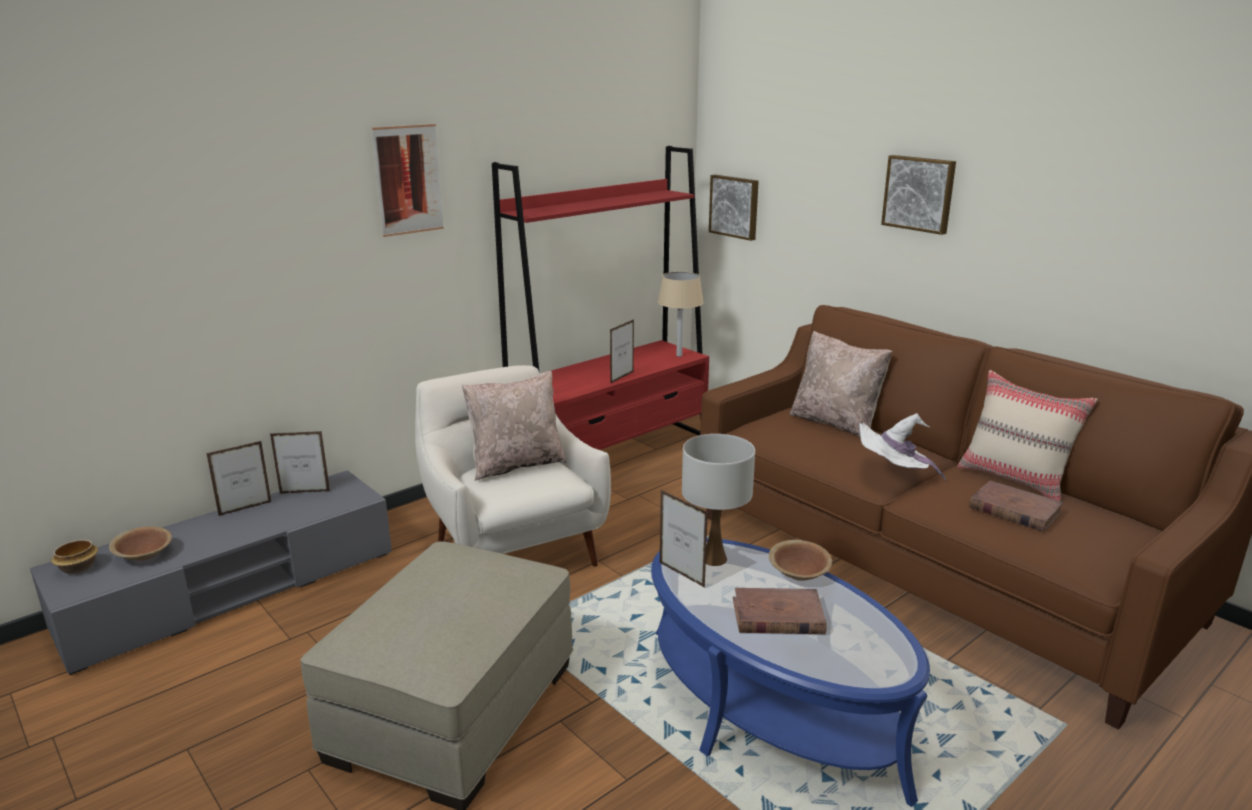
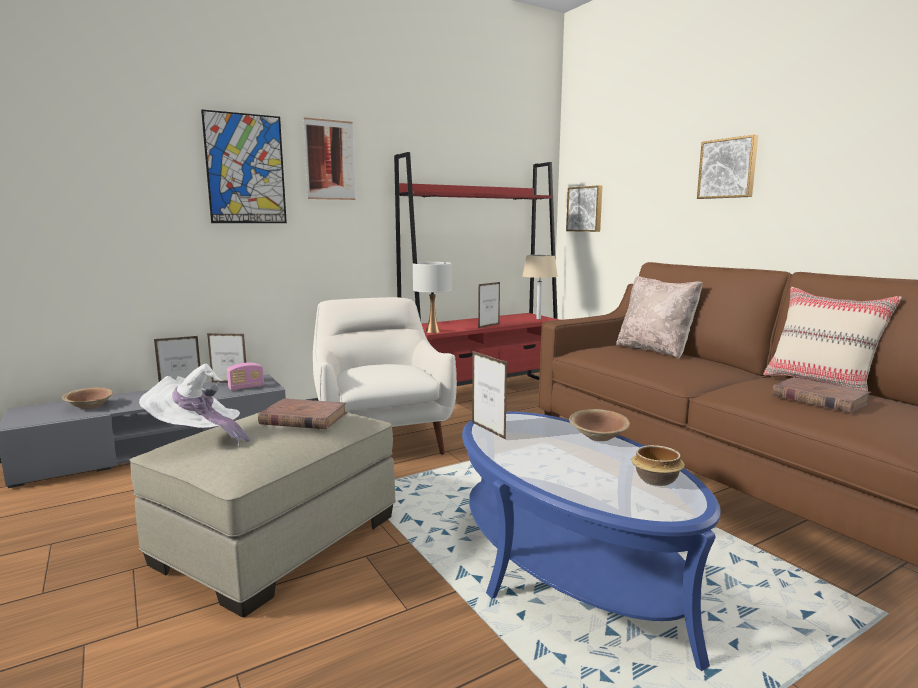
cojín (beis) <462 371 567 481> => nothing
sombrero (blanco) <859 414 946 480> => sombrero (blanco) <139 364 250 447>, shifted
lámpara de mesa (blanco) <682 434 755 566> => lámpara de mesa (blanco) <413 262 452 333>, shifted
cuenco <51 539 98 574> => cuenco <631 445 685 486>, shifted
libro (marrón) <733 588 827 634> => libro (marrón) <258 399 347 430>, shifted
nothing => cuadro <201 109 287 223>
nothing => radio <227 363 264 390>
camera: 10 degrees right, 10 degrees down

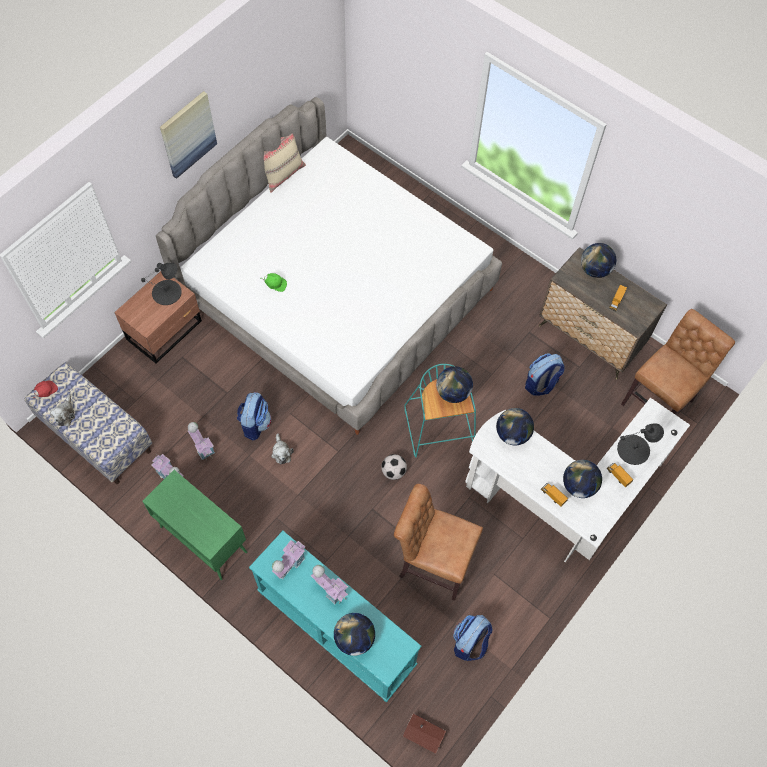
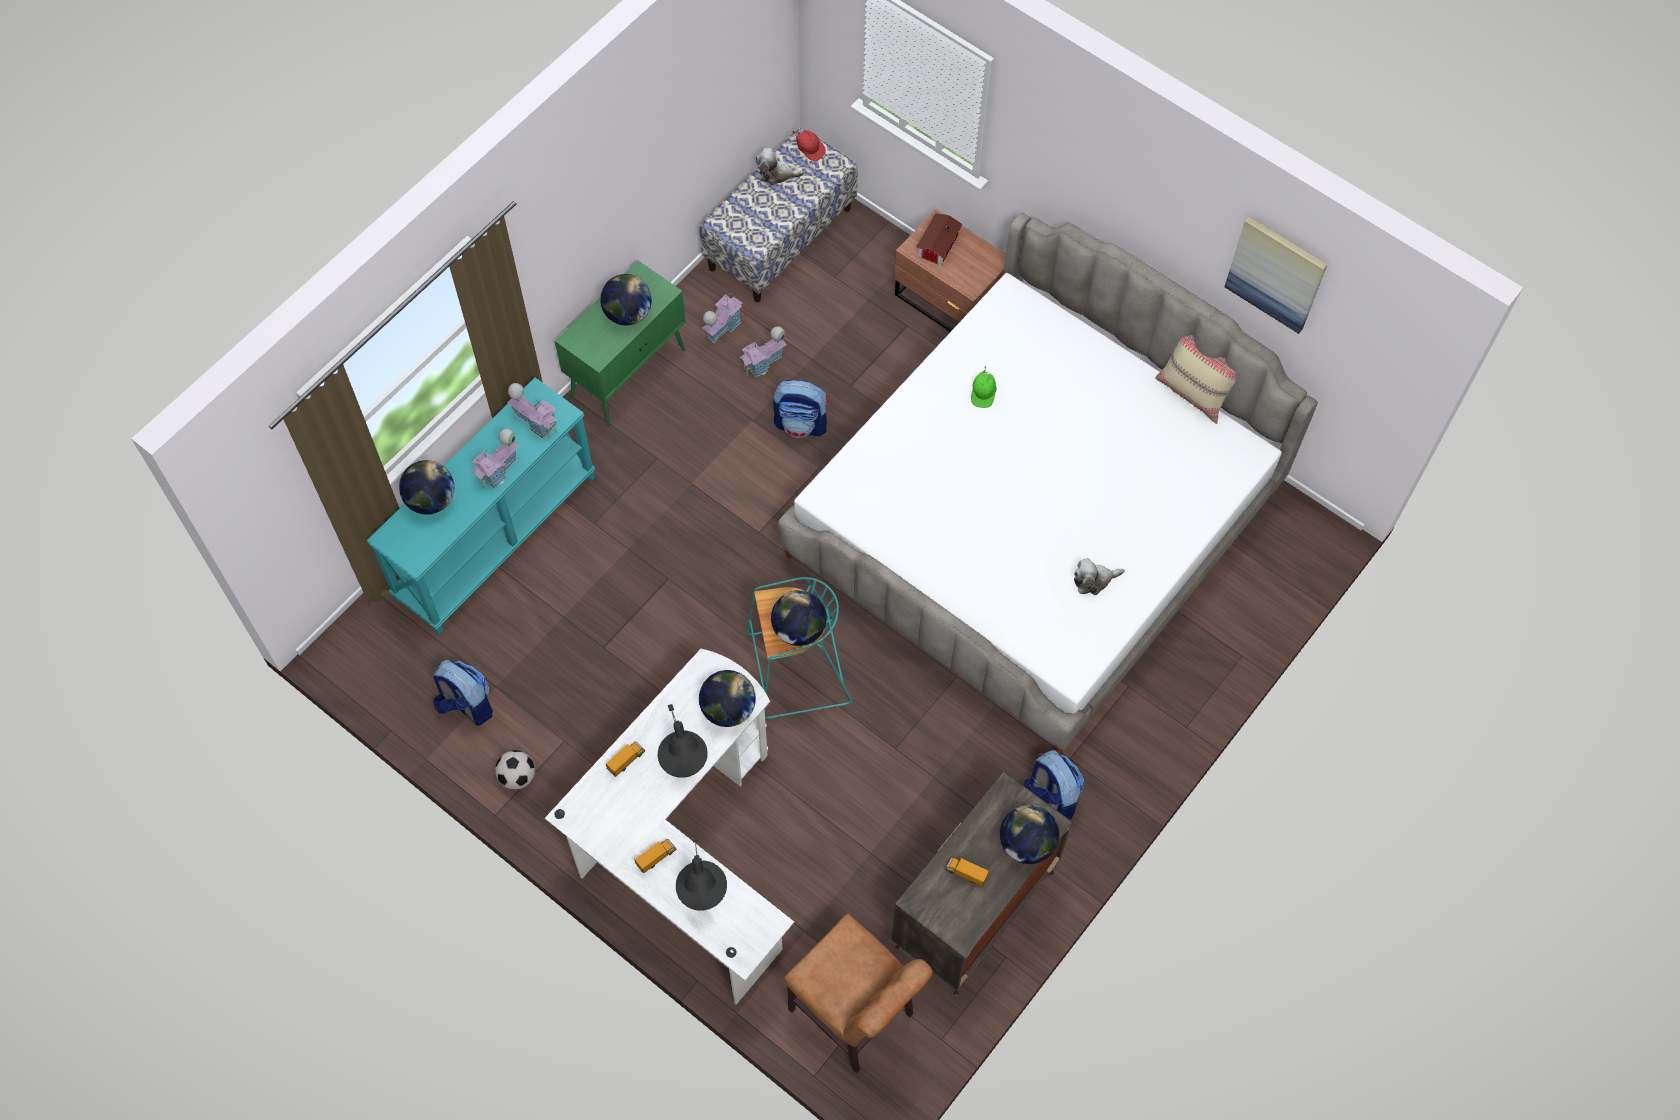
cuadro <160 91 217 179> => cuadro <1224 216 1327 334>, shifted
lámpara de mesa (negro) <141 263 182 305> => lámpara de mesa (negro) <658 704 708 778>, shifted
mochila <525 353 565 396> => mochila <1024 750 1085 820>, shifted
peluche <271 433 294 465> => peluche <1074 558 1125 595>, shifted
balón de fútbol <381 454 407 480> => balón de fútbol <495 750 535 790>, shifted
globo terráqueo <563 460 602 498> => globo terráqueo <600 274 652 325>, shifted
silla (marrón) <394 484 483 601> => nothing
casita <403 714 446 754> => casita <916 213 963 266>, shifted
camera: 90 degrees right, 0 degrees up

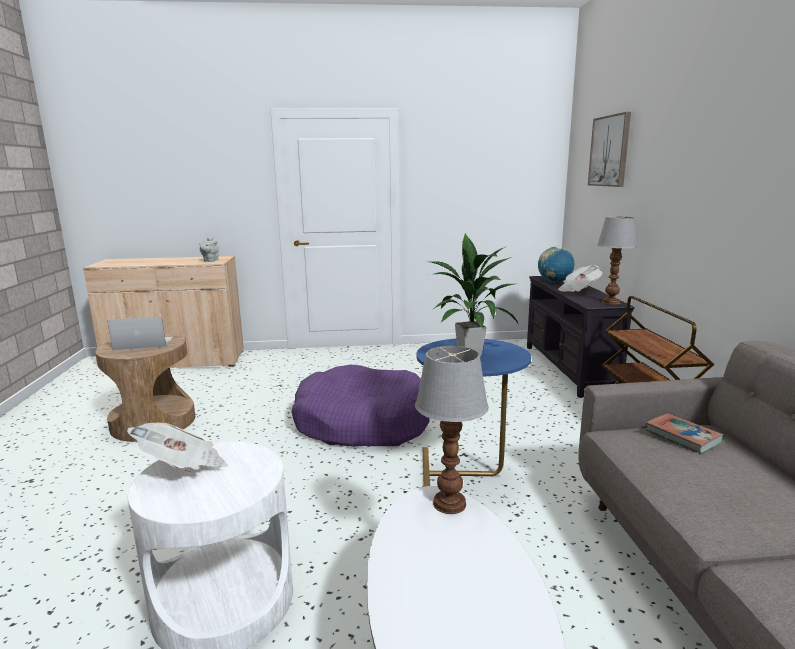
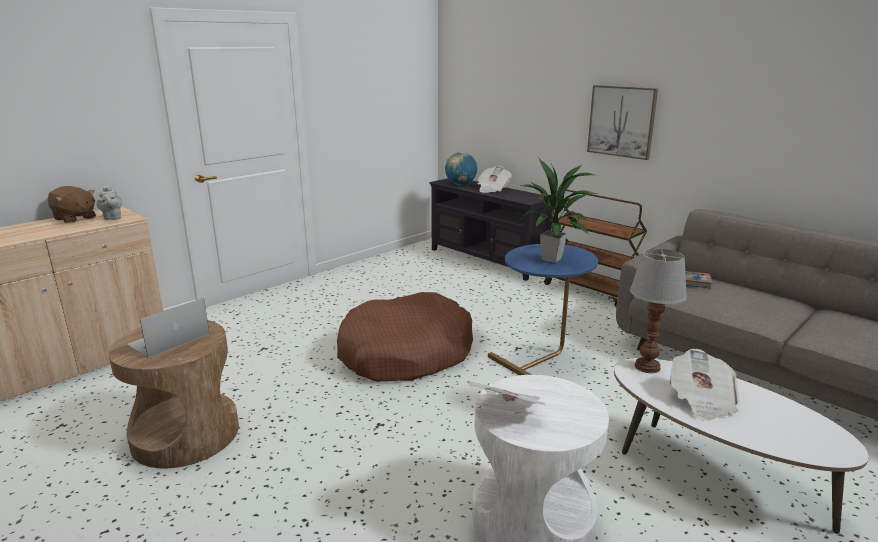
cuadro <588 112 631 187> => cuadro <587 85 658 160>, shifted
lámpara de mesa <597 216 637 305> => nothing
cama para perro (morado) <291 365 429 447> => cama para perro (marrón) <337 292 473 382>
nothing => peluche (marrón) <48 186 96 223>
nothing => periódico <669 349 739 421>
camera: 40 degrees left, 5 degrees up

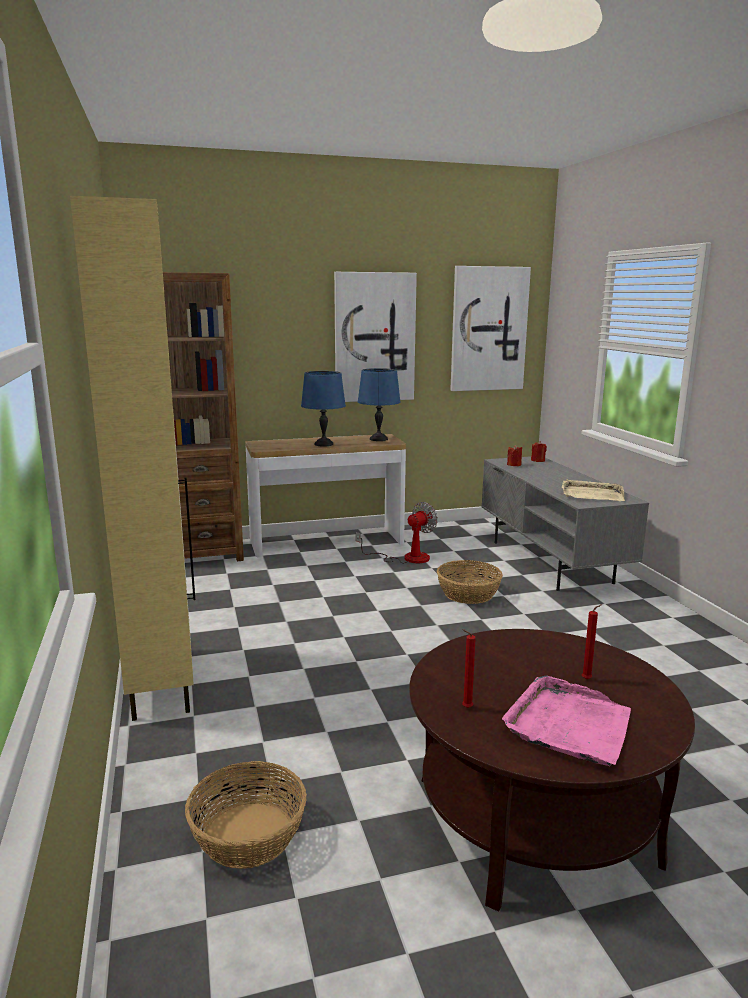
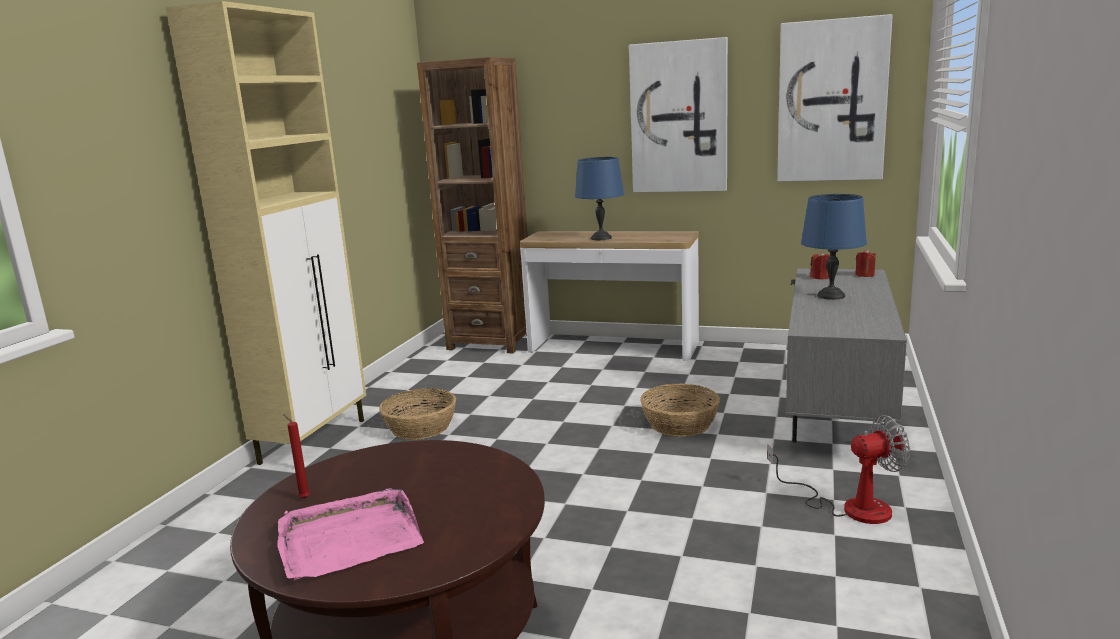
lámpara de mesa (azul) <358 368 401 441> => lámpara de mesa (azul) <801 194 867 300>, shifted
bandeja (beis) <562 479 625 501> => nothing
ventilador <356 502 438 563> => ventilador <767 415 910 524>, shifted
vela (rojo) <582 604 602 680> => nothing
cesta <185 761 307 869> => cesta <379 388 456 440>, shifted
camera: 35 degrees right, 0 degrees up

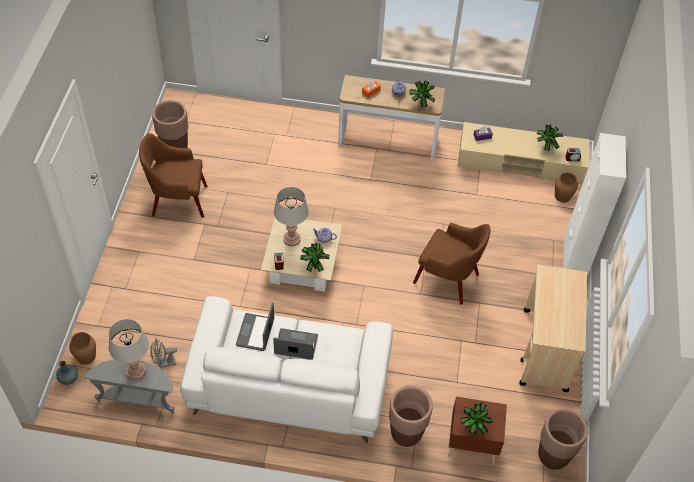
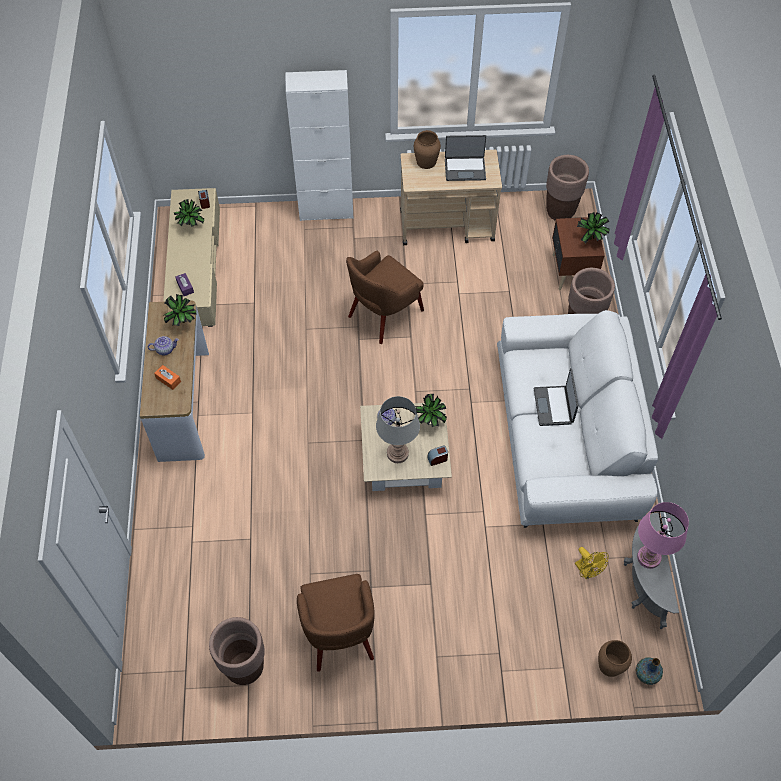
florero (marrón) <555 172 578 203> => florero (marrón) <414 130 441 169>, shifted
sillón (marrón) <413 223 490 305> => sillón (marrón) <346 251 424 344>, 150 degrees counterclockwise
portátil <236 303 274 351> => portátil <445 135 486 181>, shifted
lámpara de mesa (gris) <109 319 149 380> => lámpara de mesa (rosa) <637 502 689 569>
ventilador (gris) <150 338 177 368> => ventilador (amarillo) <575 547 609 579>
camera: 100 degrees left, 5 degrees up

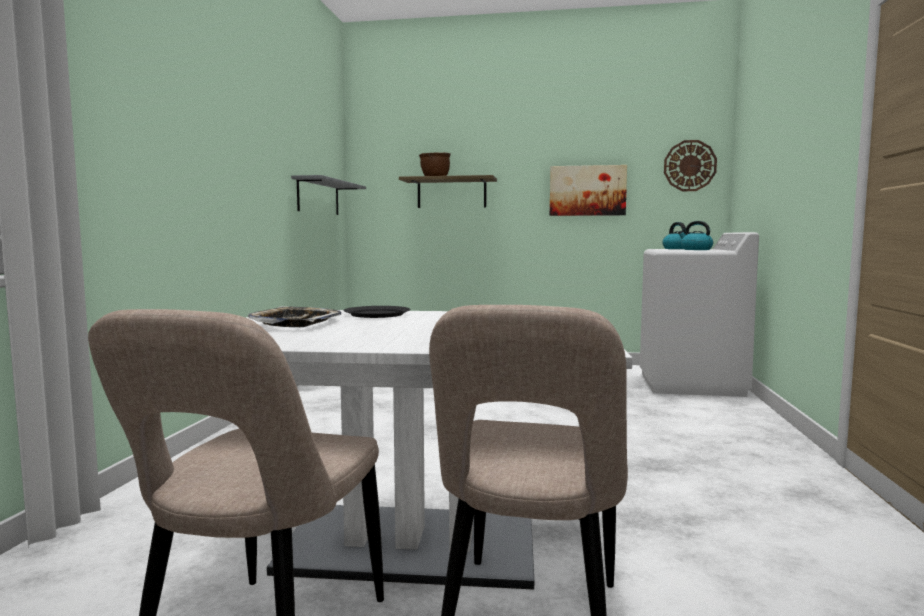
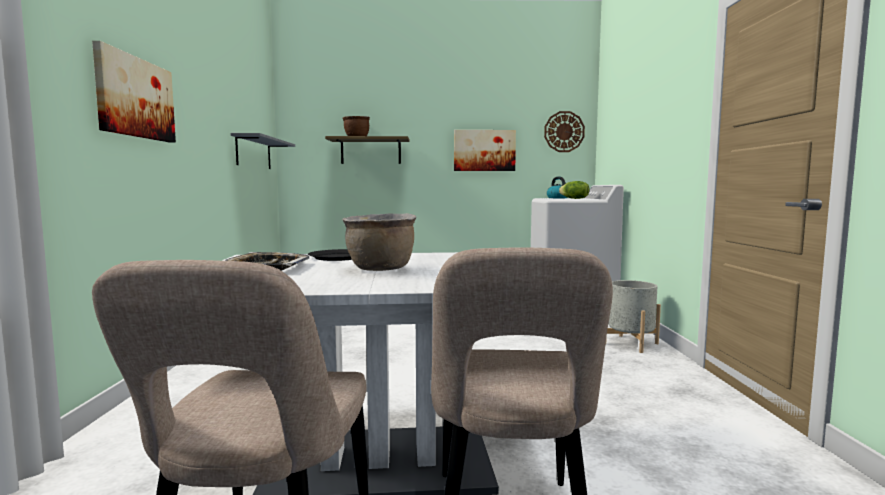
hervidor <678 221 713 250> => lechuga <559 181 590 199>
nothing => cuadro <92 41 176 143>
nothing => olla (marrón) <342 213 416 271>
nothing => maceta (gris) <606 280 661 353>
camera: 10 degrees left, 0 degrees up

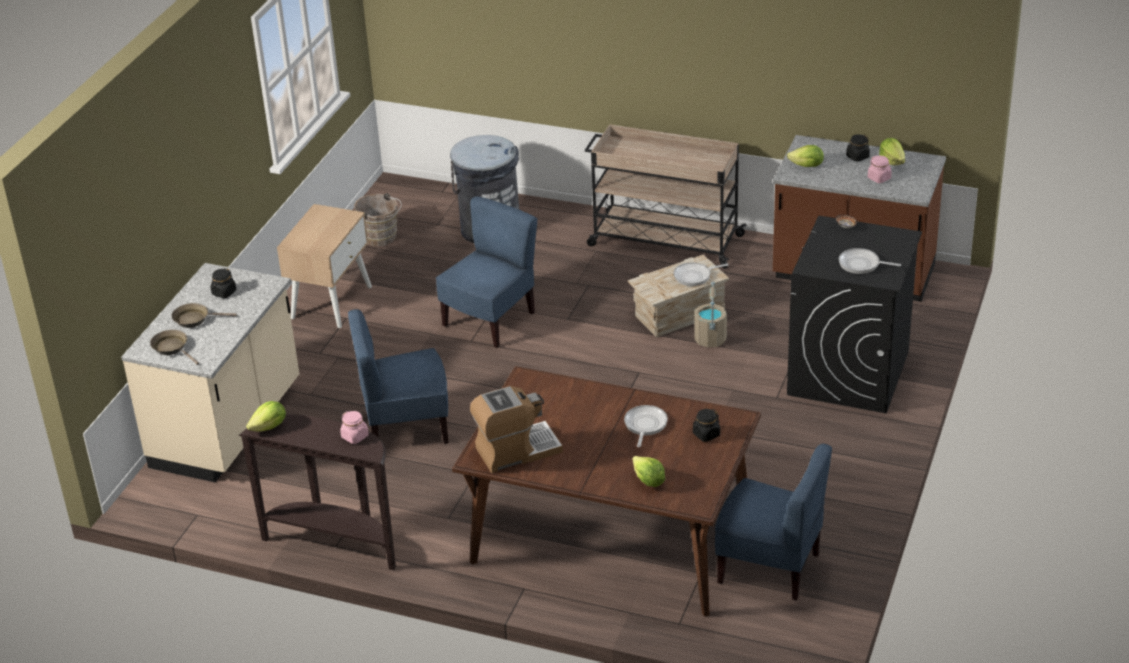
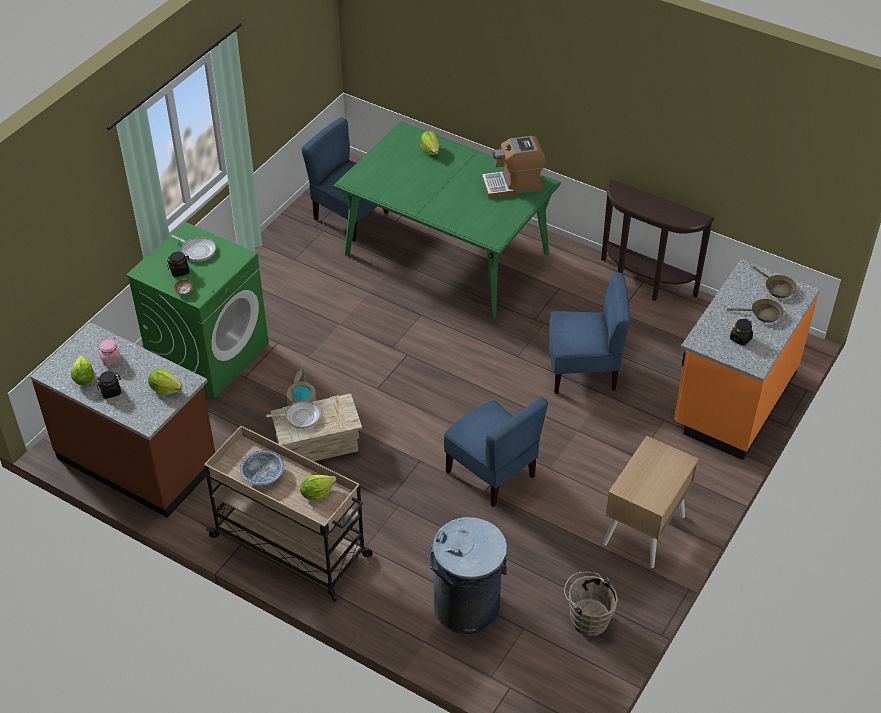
silla (azul) <436 196 537 348> => silla (azul) <444 397 548 507>, 90 degrees counterclockwise
lavadora (negro) <787 216 922 414> => lavadora (verde) <126 222 269 399>
mueble bajo de cocina (beis) <121 263 299 482> => mueble bajo de cocina (naranja) <674 259 820 460>
mesa de comedor (marrón) <452 366 761 617> => mesa de comedor (verde) <333 121 561 318>
lechuga <246 401 286 431> => lechuga <300 475 337 500>, shifted
sartén <624 405 668 447> => nothing
tarro (negro) <693 409 720 442> => tarro (negro) <167 251 190 277>, shifted
tarro (rosa) <340 411 369 444> => nothing
nothing => cuenco <240 450 284 485>
camera: 170 degrees left, 10 degrees up

